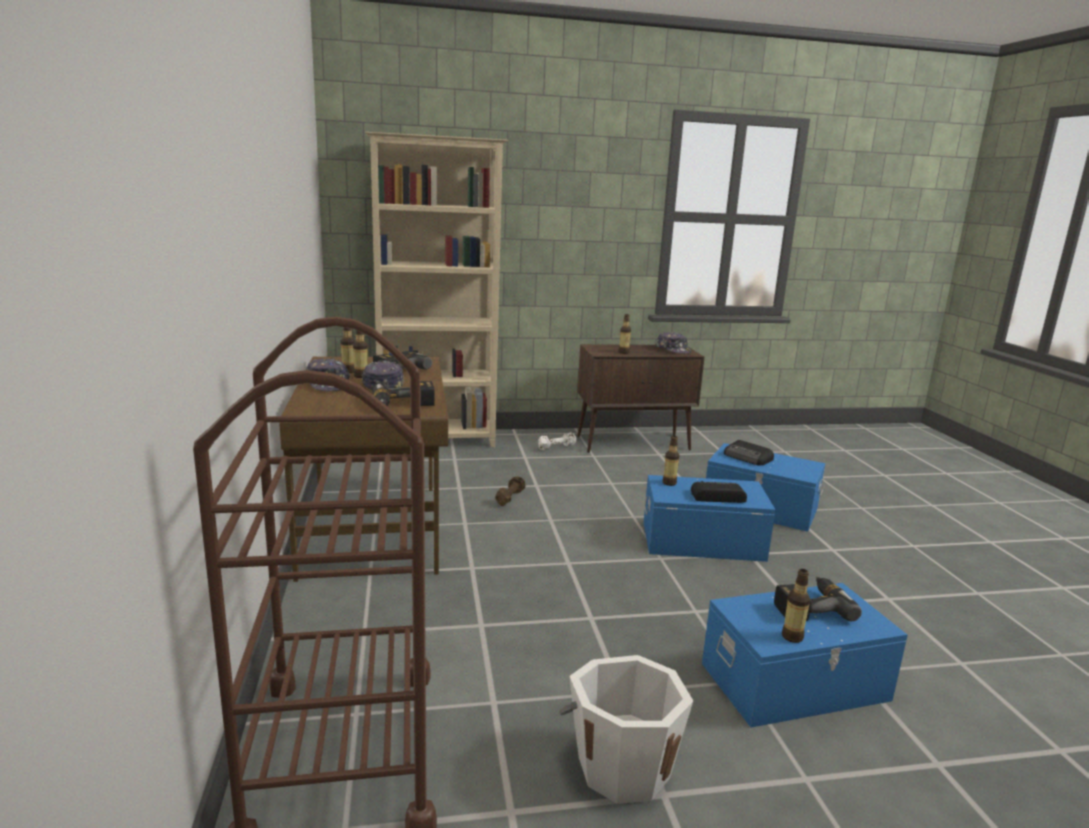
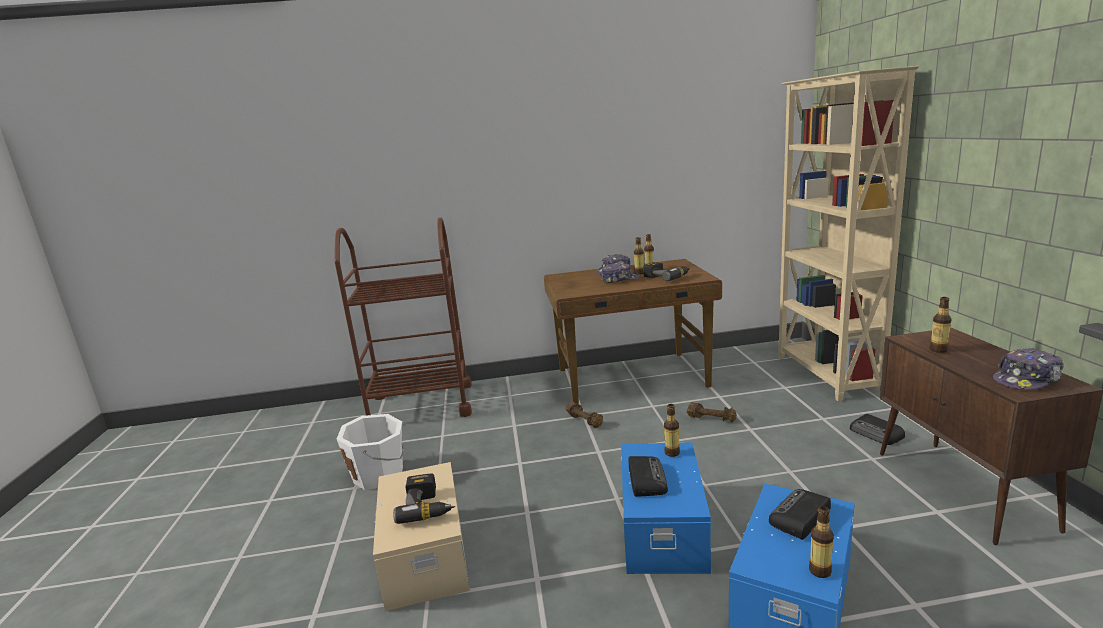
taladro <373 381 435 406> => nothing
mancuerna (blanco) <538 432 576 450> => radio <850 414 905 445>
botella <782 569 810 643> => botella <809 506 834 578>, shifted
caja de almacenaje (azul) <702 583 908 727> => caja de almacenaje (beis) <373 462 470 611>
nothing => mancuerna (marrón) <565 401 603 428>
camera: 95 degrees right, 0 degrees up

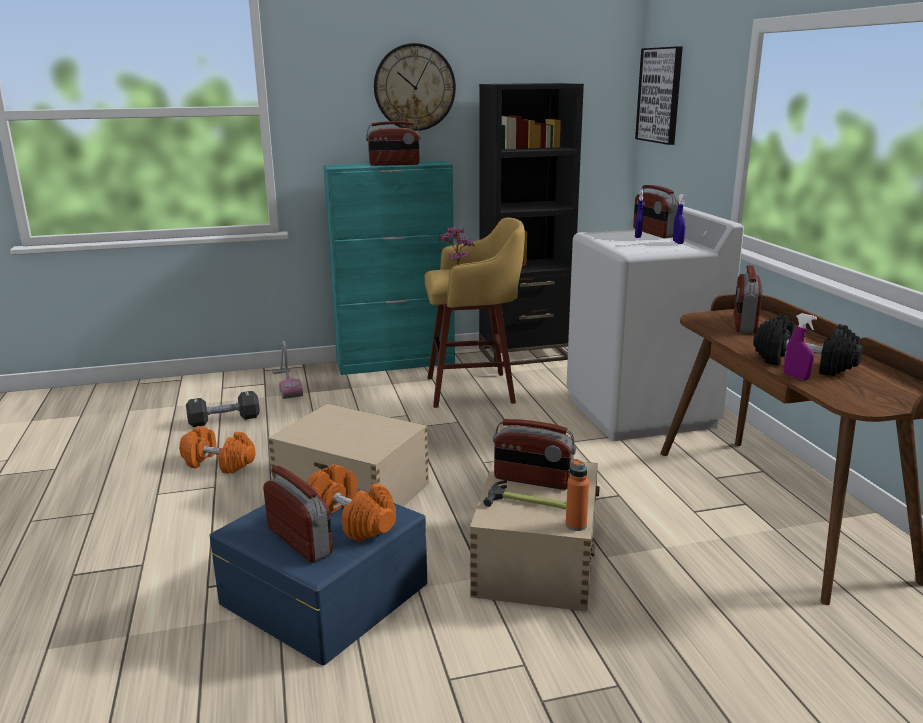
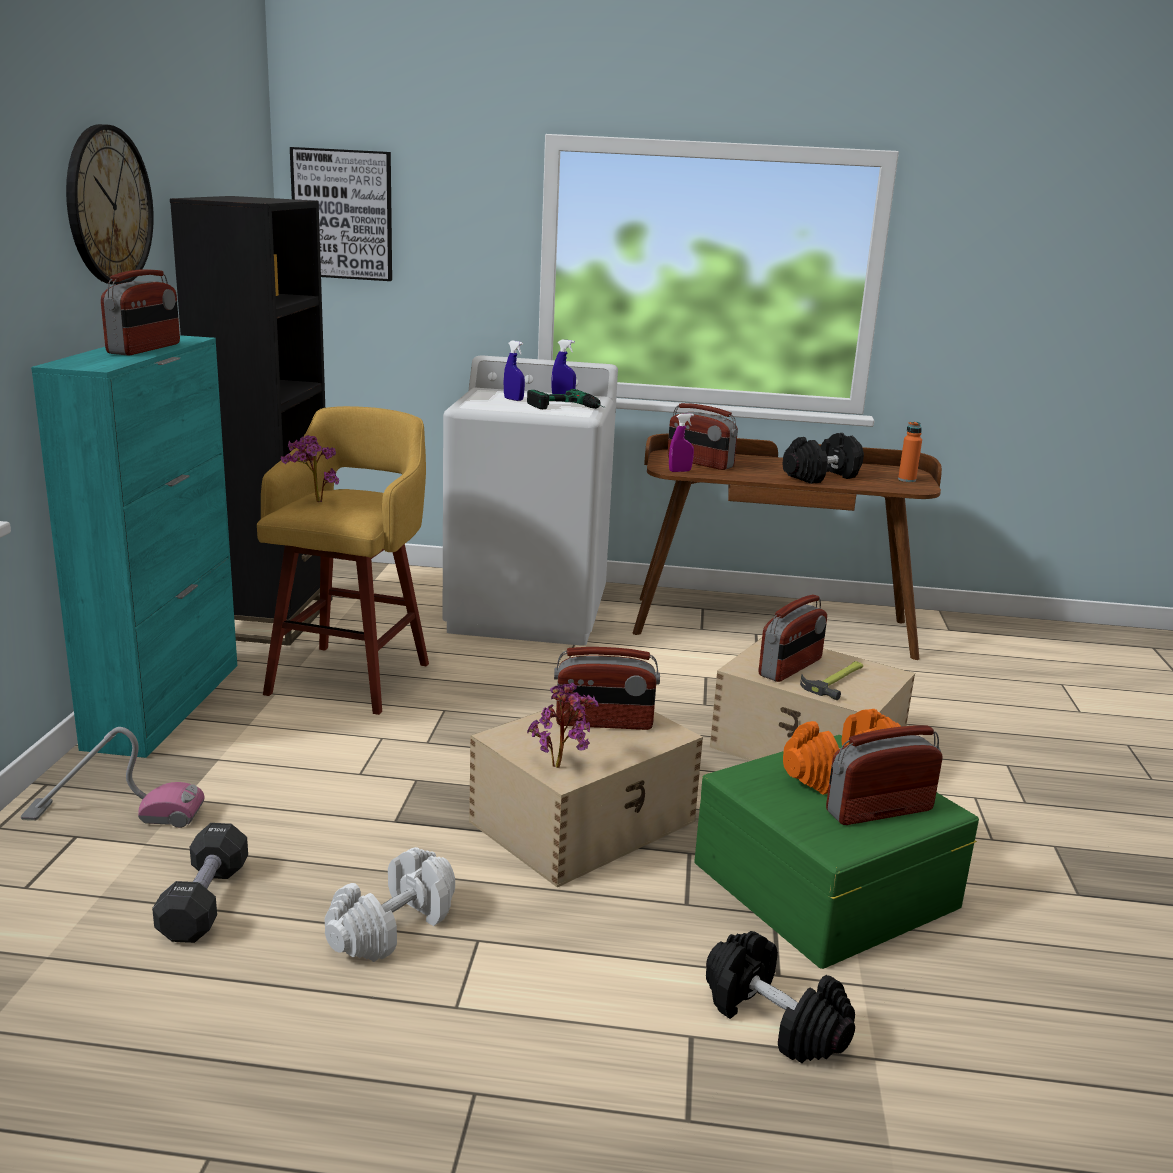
radio <633 185 679 238> => radio <554 647 660 730>, shifted
pulverizador (morado) <784 313 817 380> => pulverizador (morado) <669 413 694 472>, shifted
mancuerna (naranja) <179 426 256 474> => mancuerna (blanco) <325 847 455 962>
botella (naranja) <566 459 589 531> => botella (naranja) <898 422 922 482>, shifted
caja de almacenaje (azul) <210 482 427 665> => caja de almacenaje (verde) <694 735 979 969>
nothing => taladro <527 389 605 409>
nothing => planta en maceta <527 683 598 768>
nothing => mancuerna (negro) <706 931 855 1063>
camera: 70 degrees left, 0 degrees up

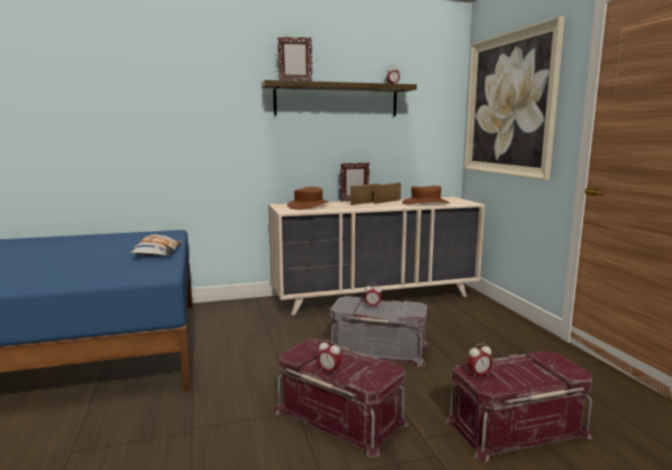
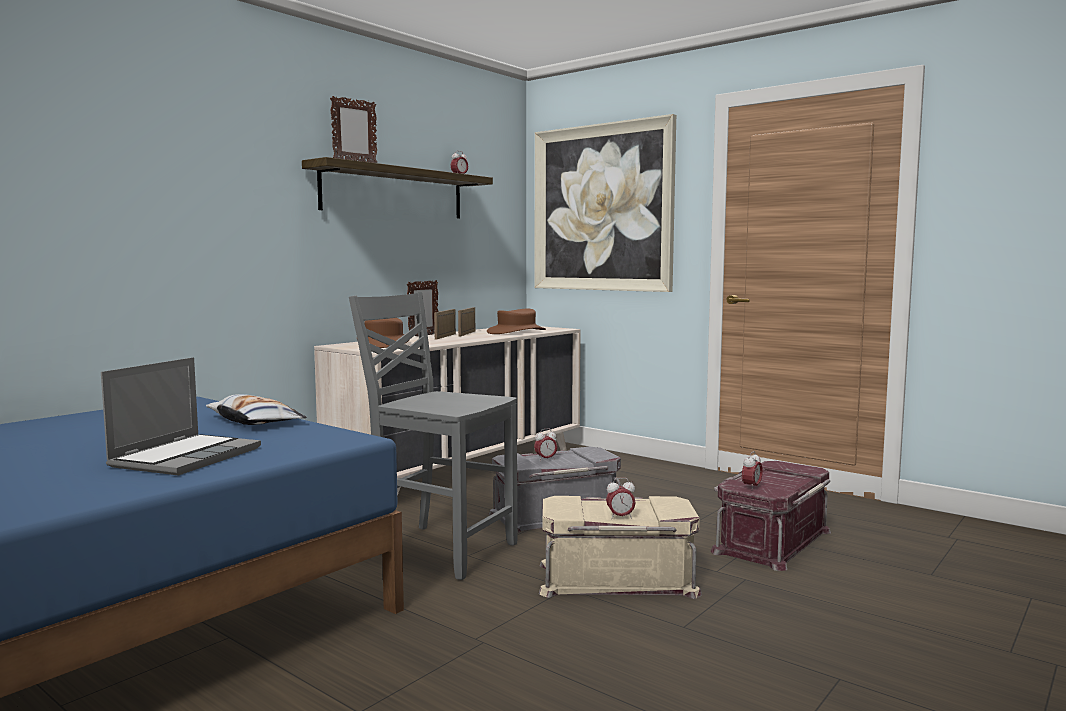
caja de almacenaje (rojo) <275 339 408 457> => caja de almacenaje (beis) <539 496 702 599>
nothing => silla (gris) <349 292 518 580>
nothing => portátil <101 357 261 476>
camera: 35 degrees left, 5 degrees down

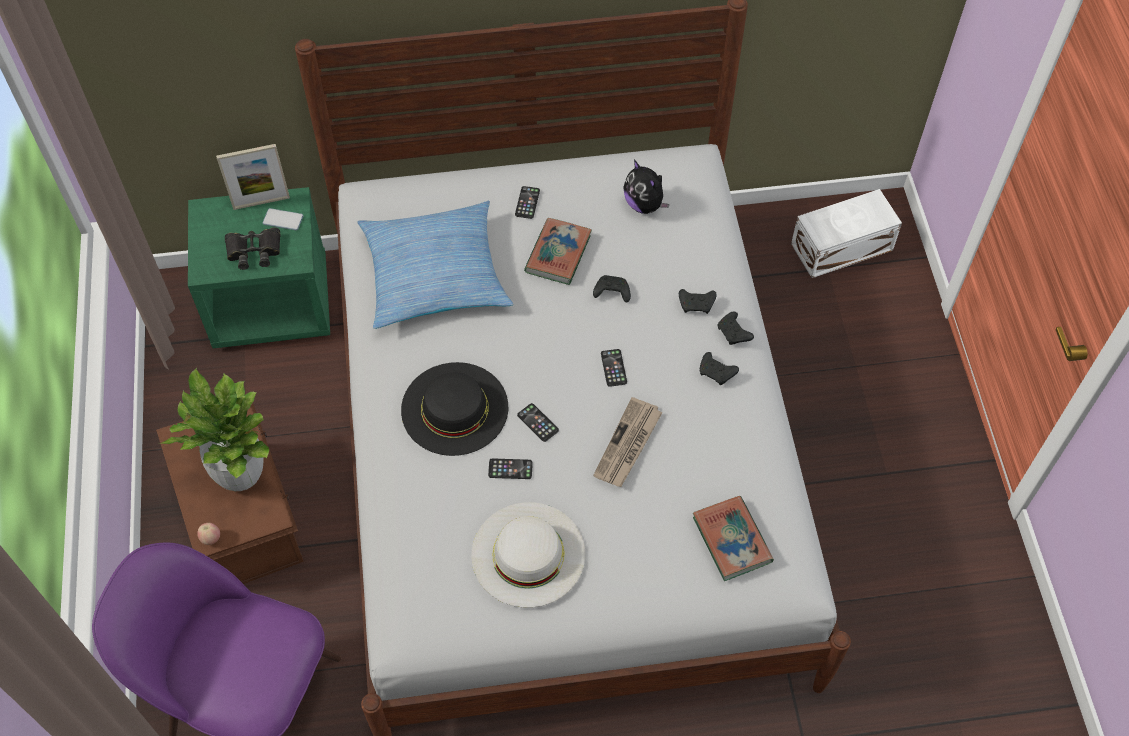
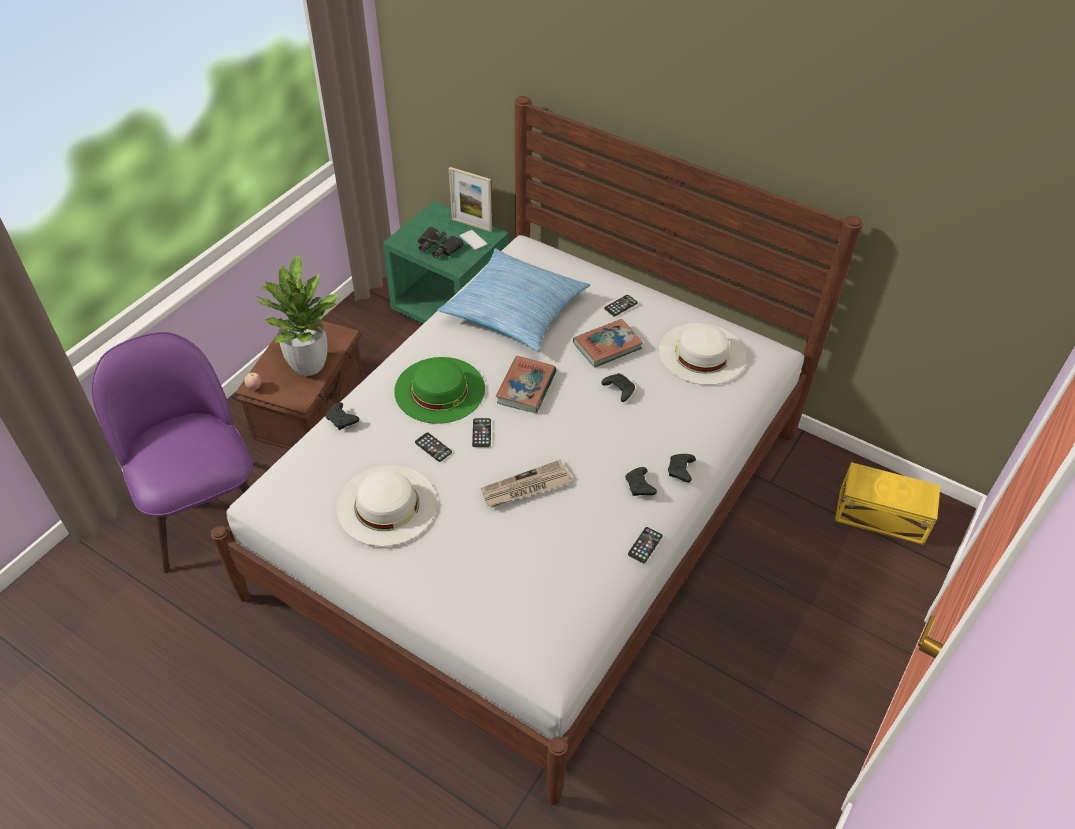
peluche <623 160 670 214> => sombrero (blanco) <659 323 746 385>
caja de almacenaje (blanco) <791 189 902 278> => caja de almacenaje (amarillo) <835 462 940 545>
mando de consola (negro) <679 289 717 314> => mando de consola (negro) <325 402 359 430>, shifted
móvil <601 349 627 387> => móvil <628 527 663 563>, shifted
sombrero (negro) <401 362 508 456> => sombrero (verde) <394 357 485 424>
libro <693 496 774 581> => libro <496 356 557 413>, shifted
camera: 40 degrees right, 10 degrees down

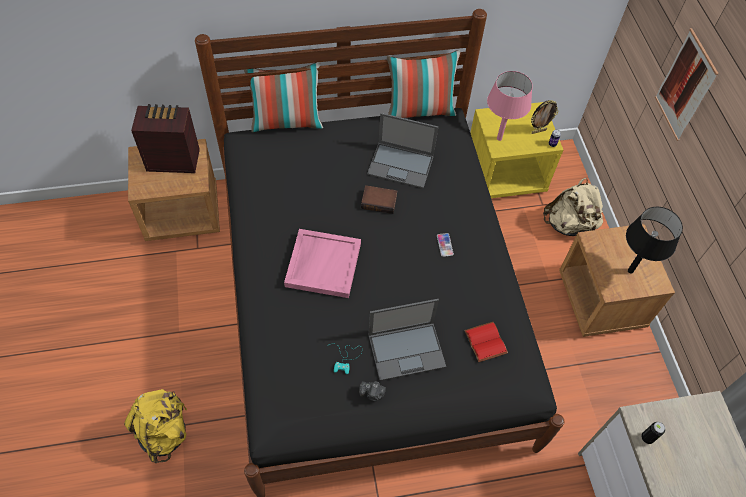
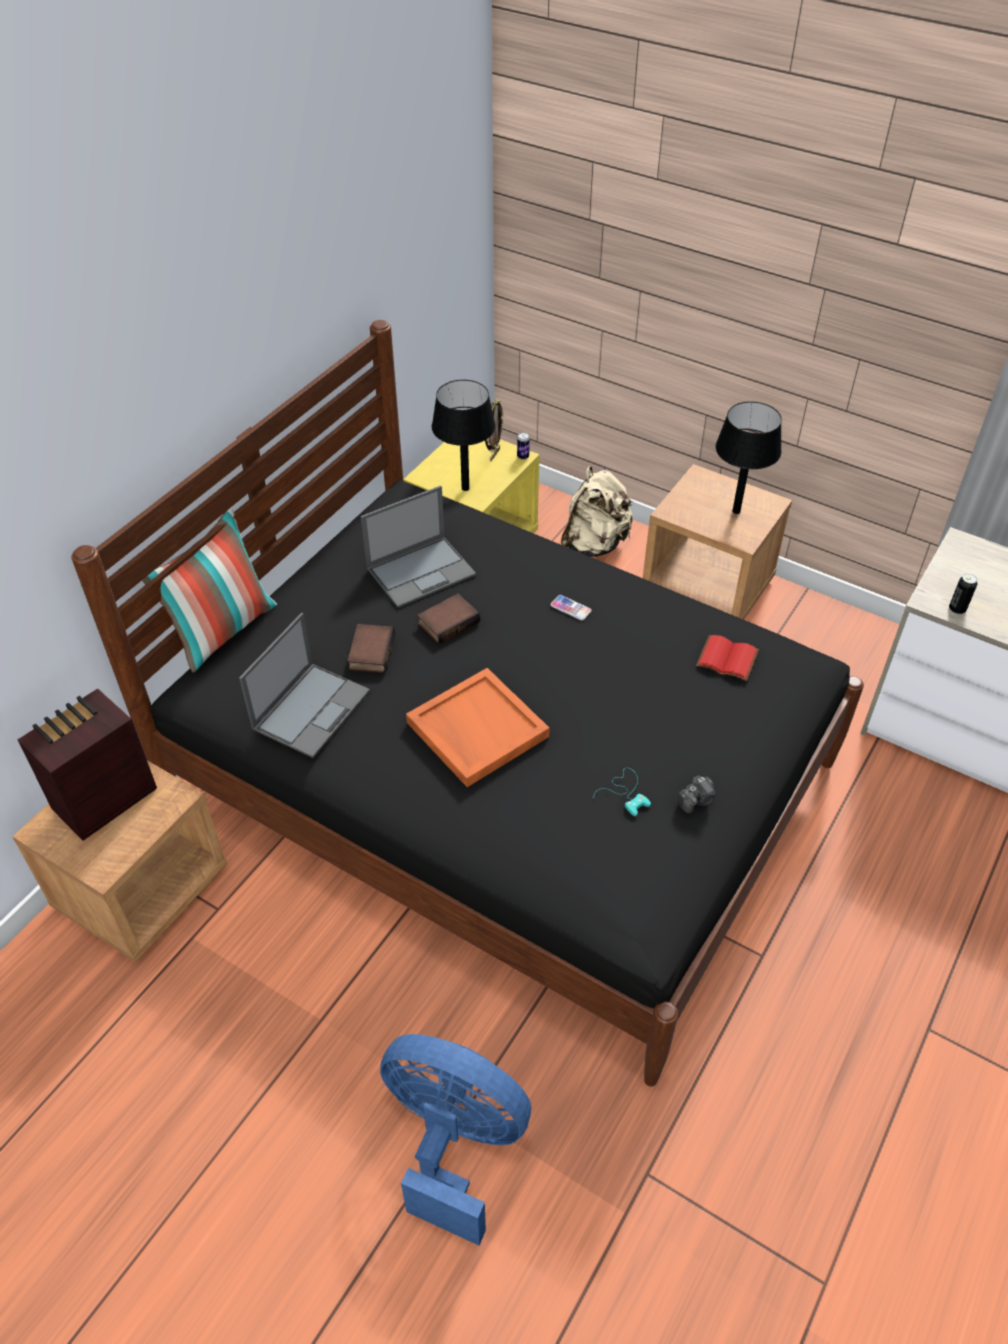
cuadro <655 28 719 141> => nothing
cojín <387 50 460 118> => nothing
lámpara de mesa (rosa) <487 71 533 141> => lámpara de mesa (negro) <432 380 496 491>
bandeja (rosa) <284 229 361 298> => bandeja (naranja) <406 668 550 787>
portátil <368 299 446 381> => portátil <239 613 370 758>, shifted
mochila (amarillo) <124 389 187 463> => ventilador (azul) <380 1034 531 1246>
nothing => libro <347 624 395 673>
camera: 45 degrees left, 10 degrees down

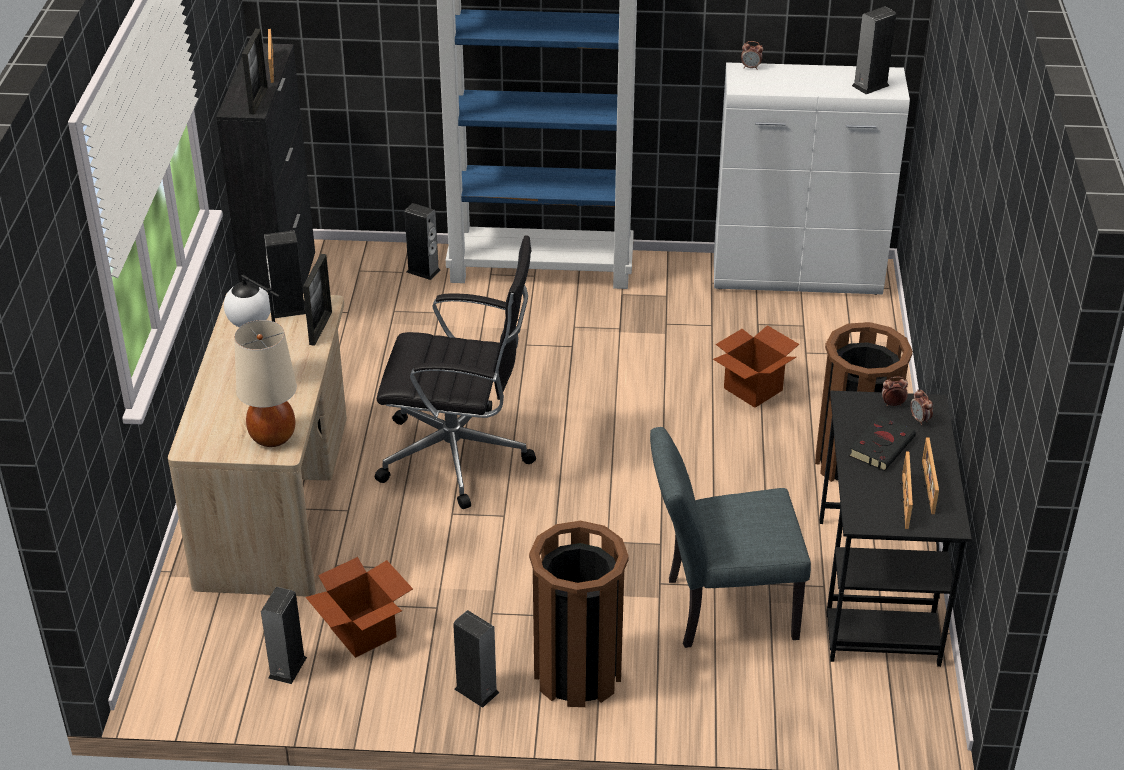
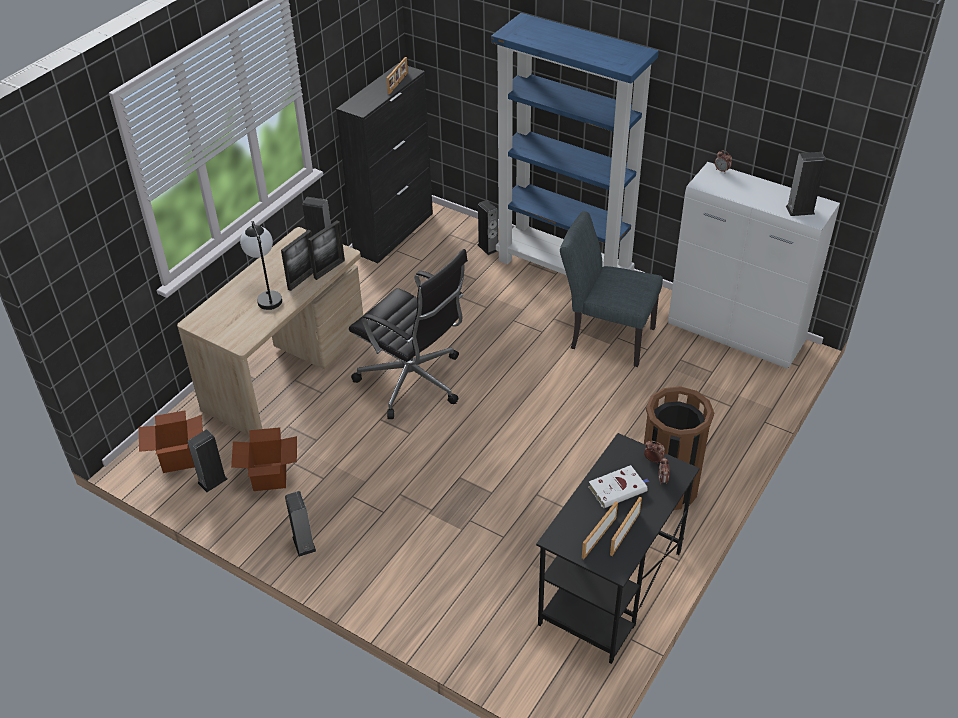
portarretratos <242 29 268 114> => portarretratos <281 230 313 291>, shifted
lámpara de mesa (beis) <234 320 297 447> => nothing
caja de cartón <713 325 799 408> => caja de cartón <139 411 203 473>, shifted
libro (negro) <849 415 916 471> => libro (blanco) <588 465 649 508>
silla (gris) <650 427 811 648> => silla (gris) <560 211 663 367>, shifted
papelera (marrón) <529 521 629 707> => nothing
camera: 30 degrees right, 5 degrees up

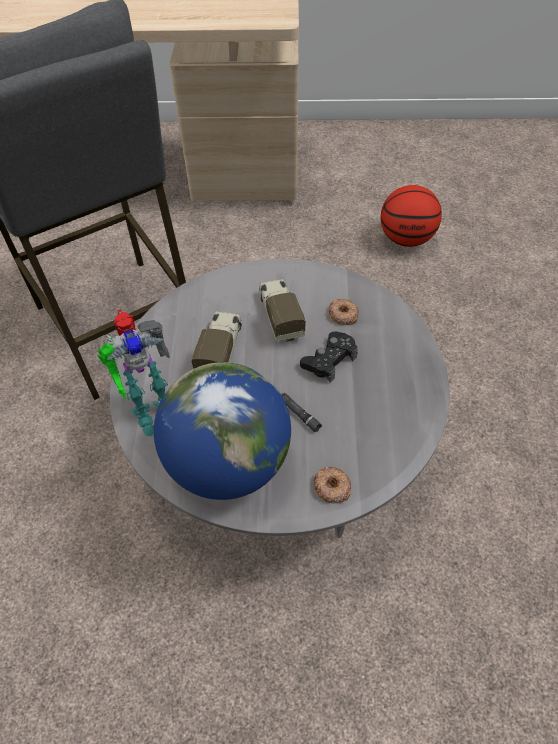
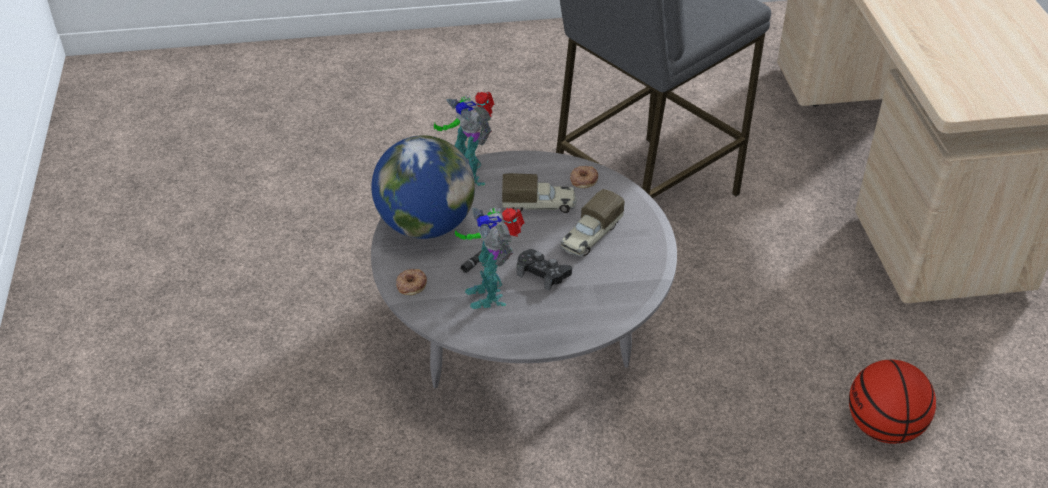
camión de juguete <259 278 306 343> => camión de juguete <560 189 625 257>, 150 degrees clockwise
rosquilla <328 298 359 325> => rosquilla <570 166 598 188>, shifted
nothing => robot de juguete <455 208 525 309>
camera: 80 degrees right, 10 degrees down

